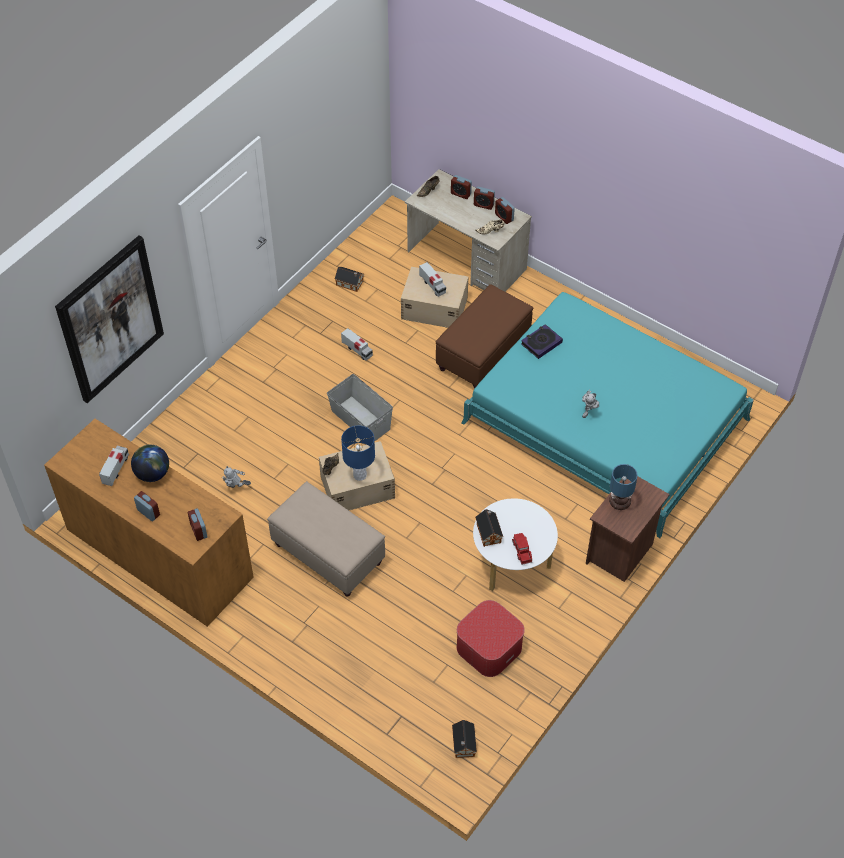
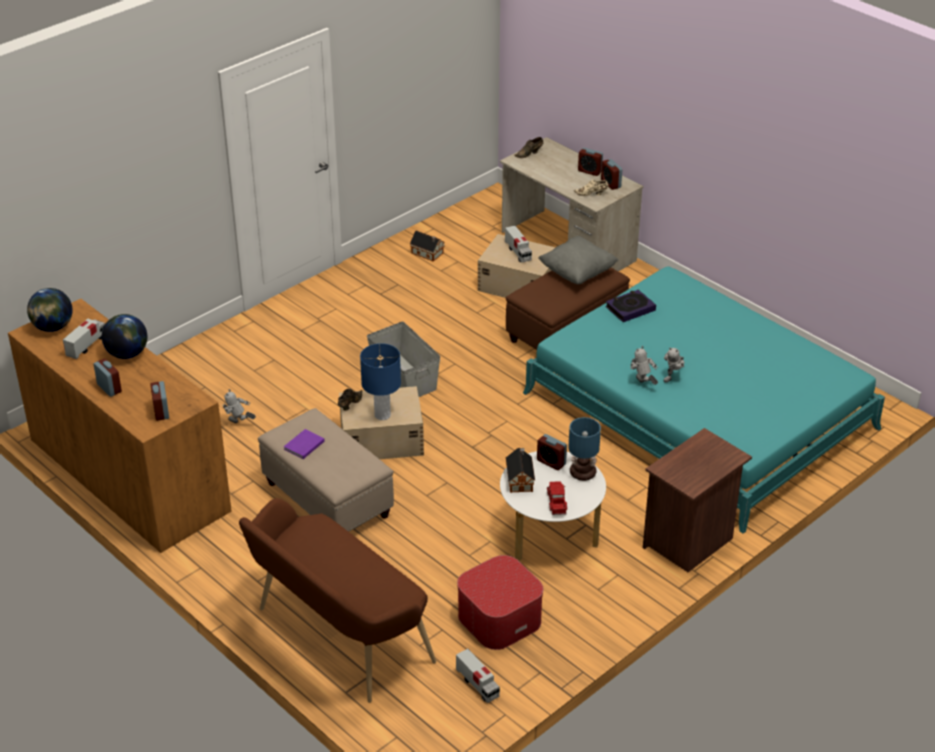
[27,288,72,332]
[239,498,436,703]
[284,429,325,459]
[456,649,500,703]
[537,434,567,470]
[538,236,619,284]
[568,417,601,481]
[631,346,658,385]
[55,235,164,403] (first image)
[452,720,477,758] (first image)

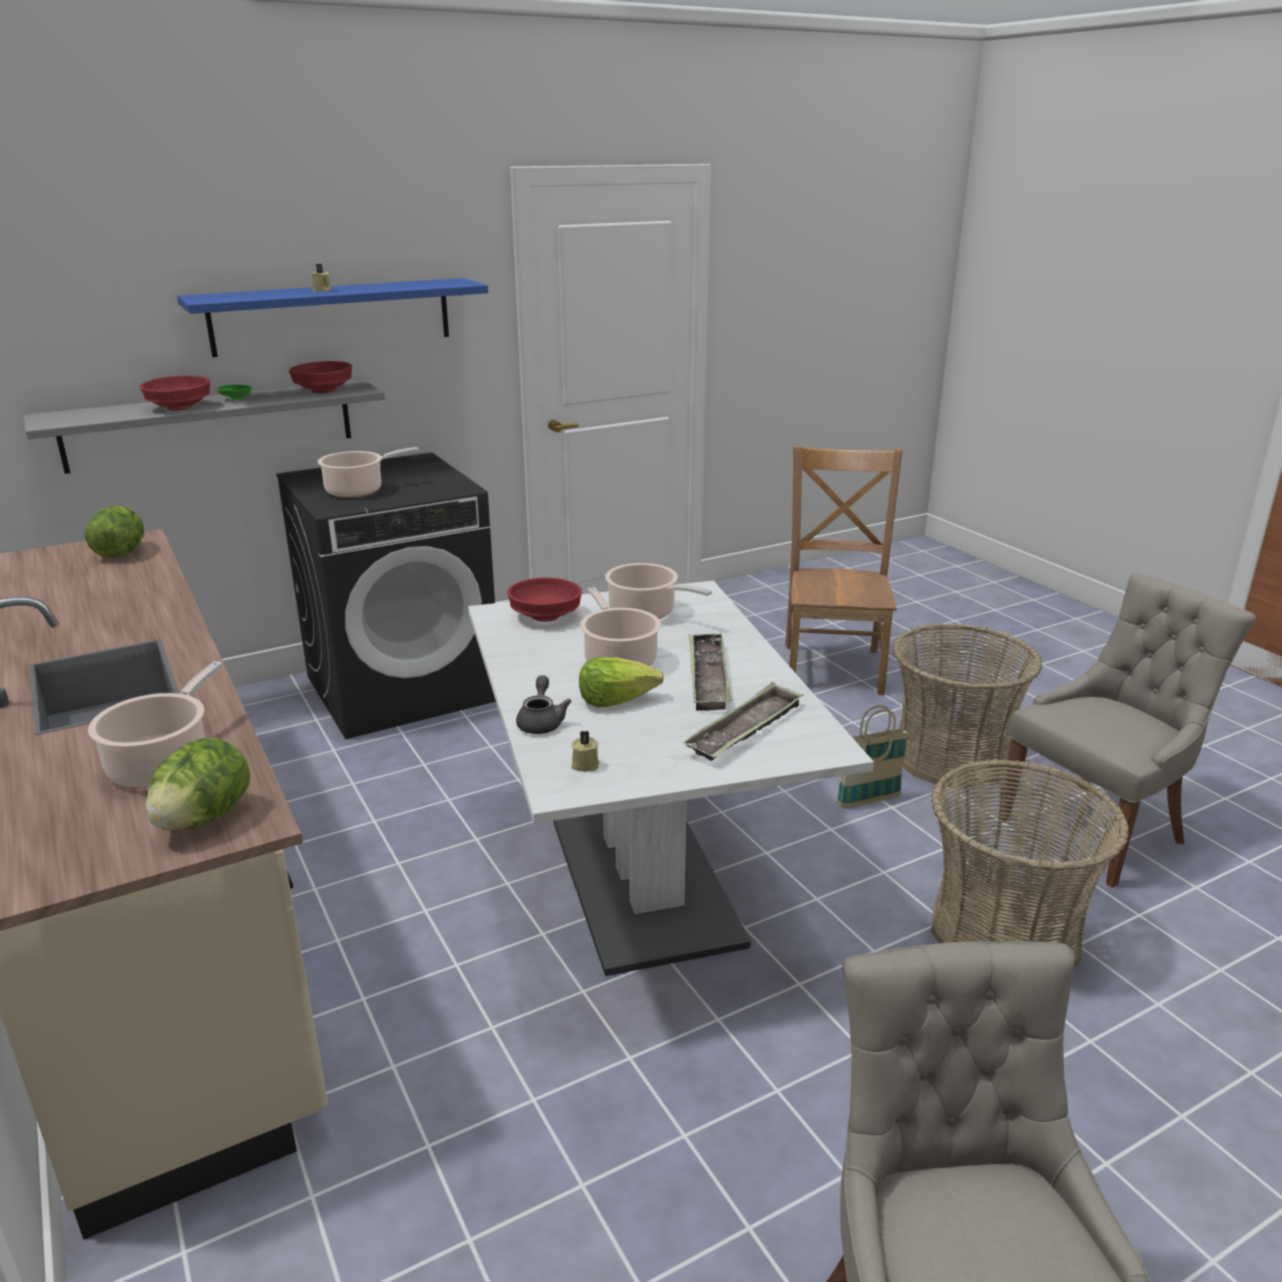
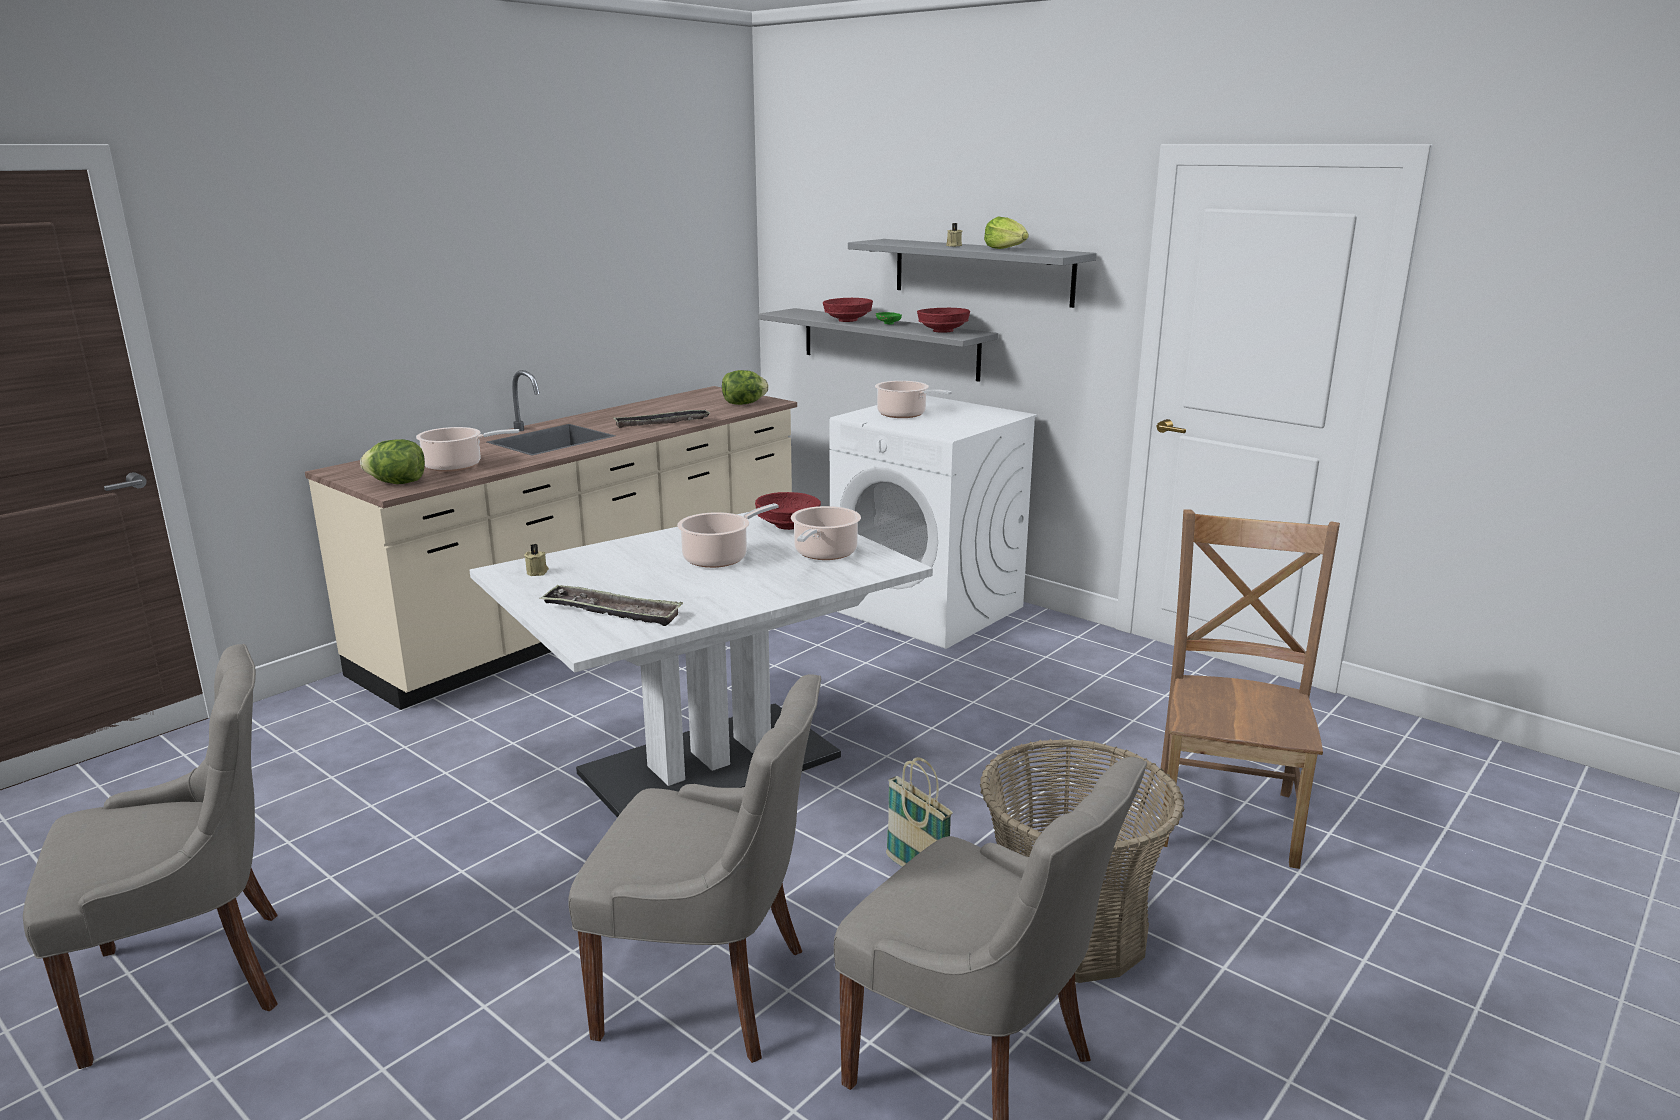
[568,674,821,1063]
[614,409,710,428]
[829,395,1038,649]
[848,239,1097,308]
[984,217,1029,249]
[1160,510,1340,869]
[516,675,572,734] (first image)

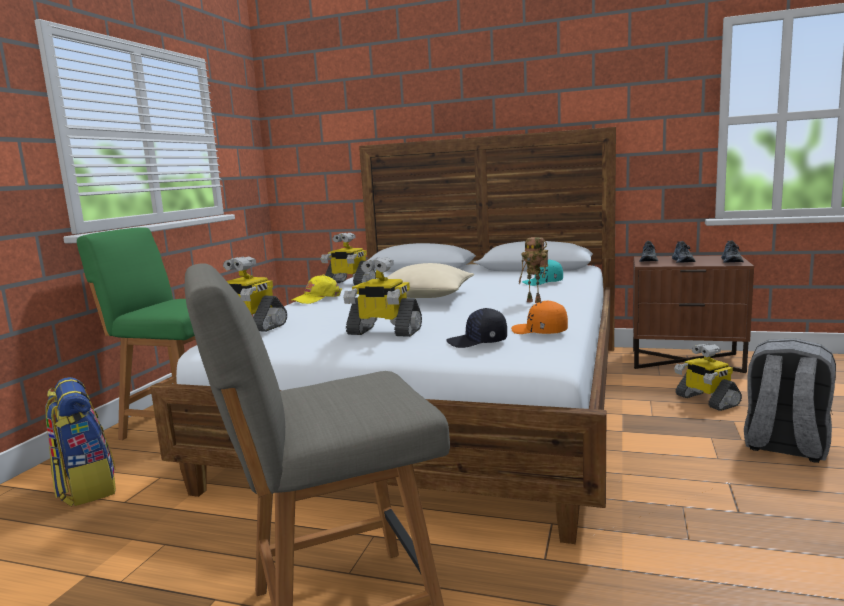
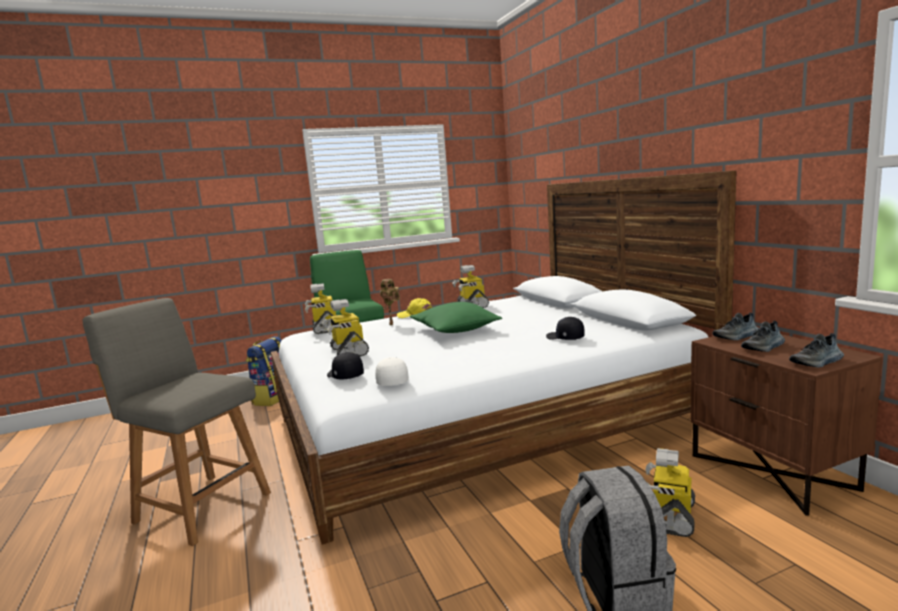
[375,357,409,386]
[380,279,400,325]
[410,302,502,333]
[546,317,585,340]

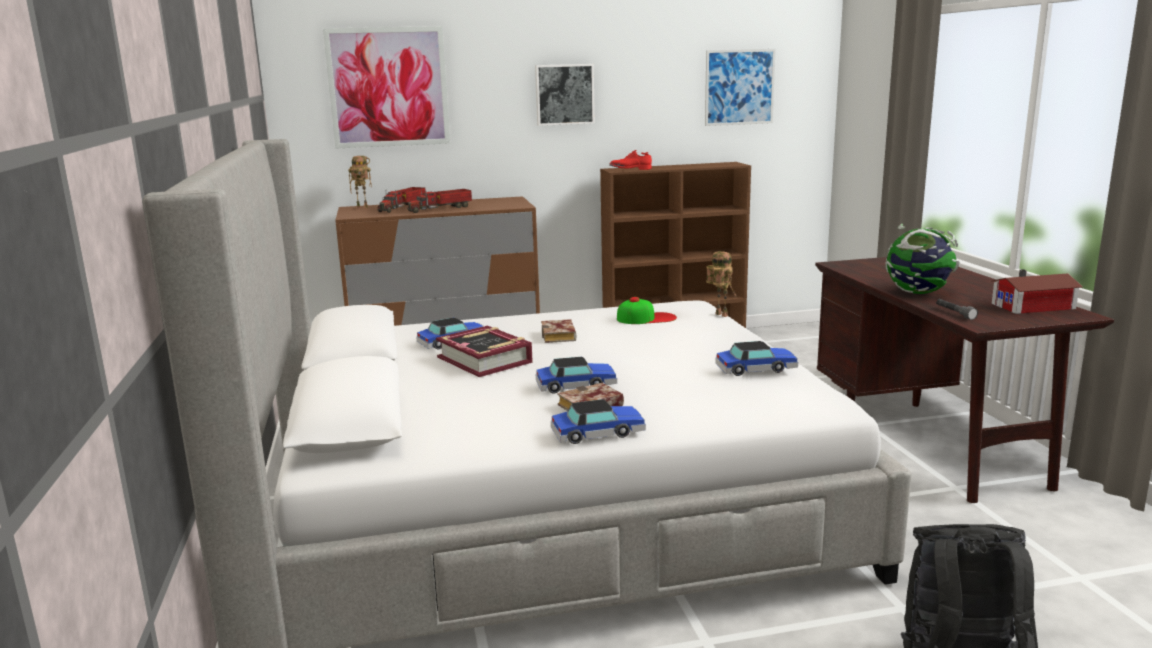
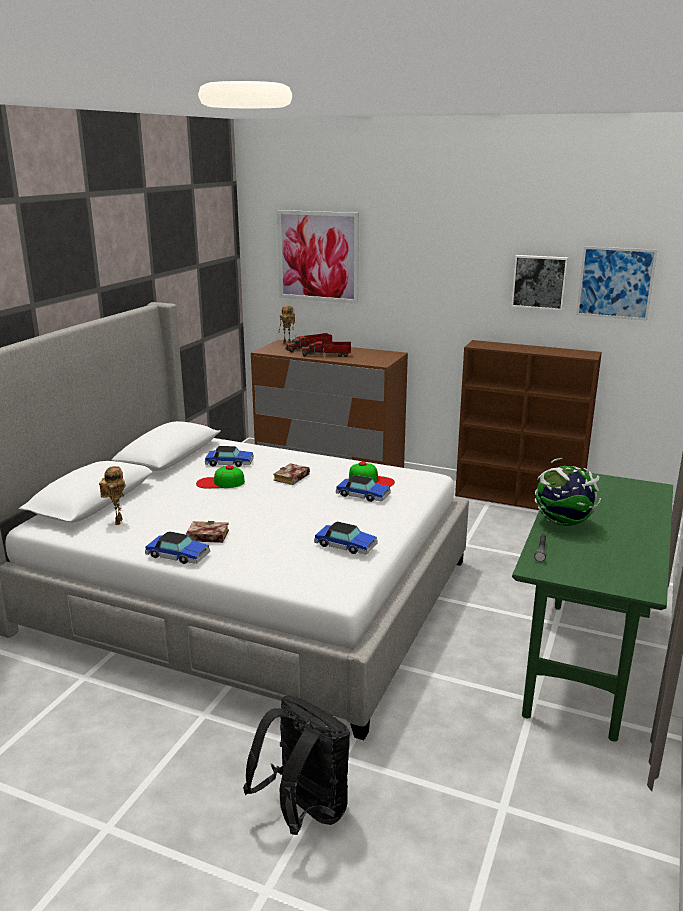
[99,466,125,525]
[196,465,245,489]
[336,475,391,502]
[511,255,569,310]
[512,472,673,742]
[609,150,652,170] (first image)
[991,269,1083,314] (first image)

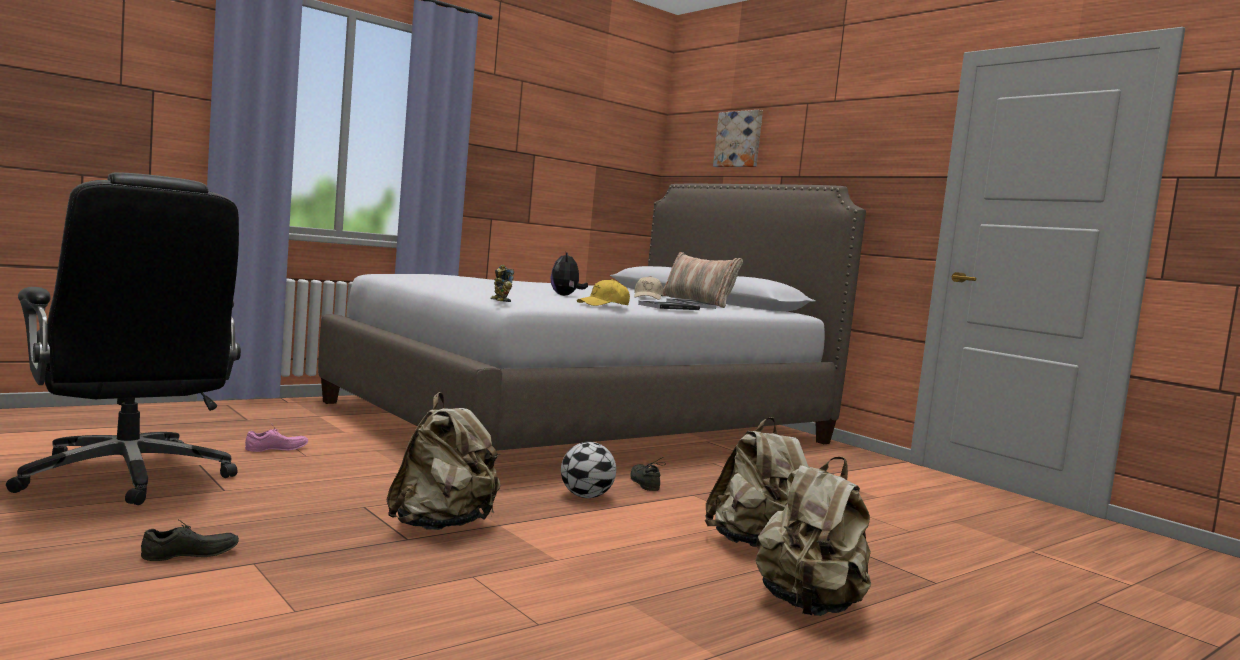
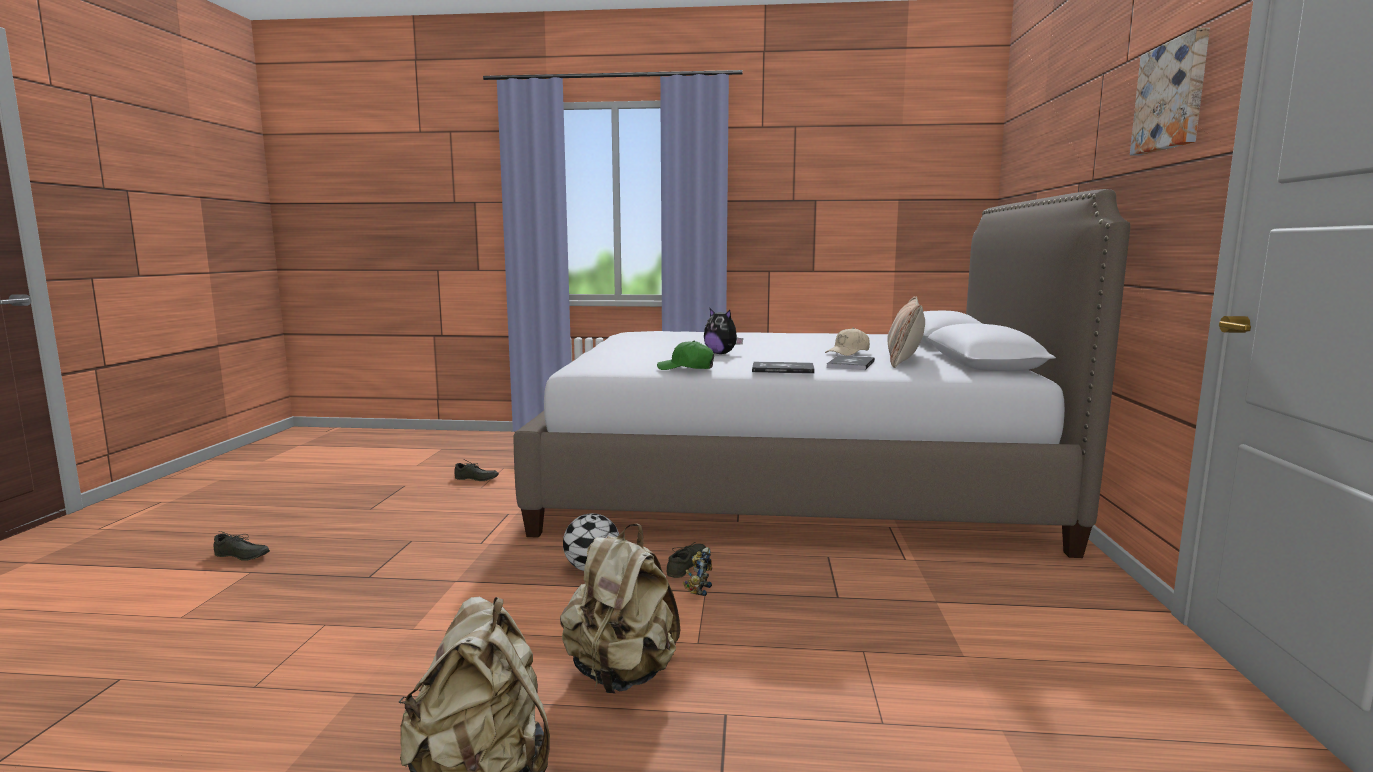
[454,459,499,481]
[657,340,714,370]
[683,547,712,596]
[704,309,743,354]
[1130,28,1210,155]
[6,172,241,505] (first image)
[387,392,501,530] (first image)

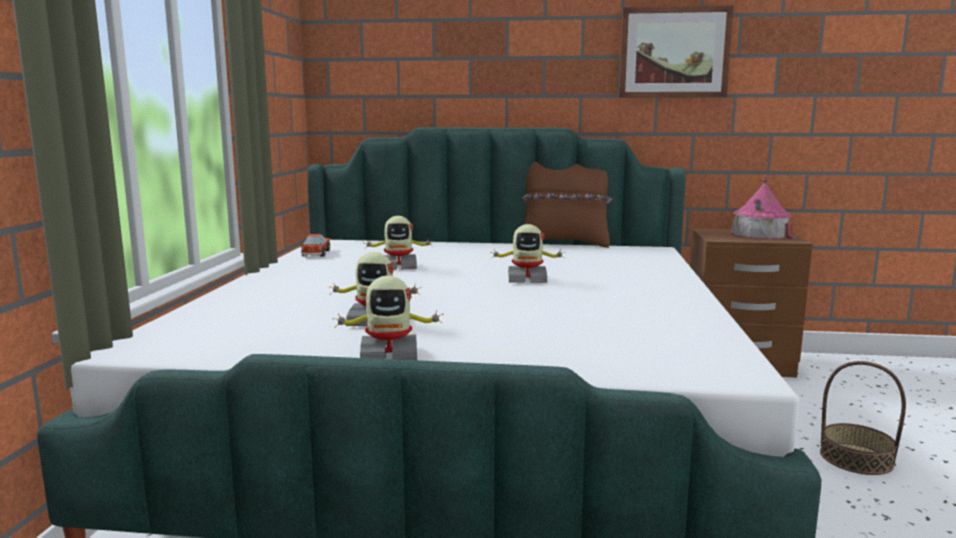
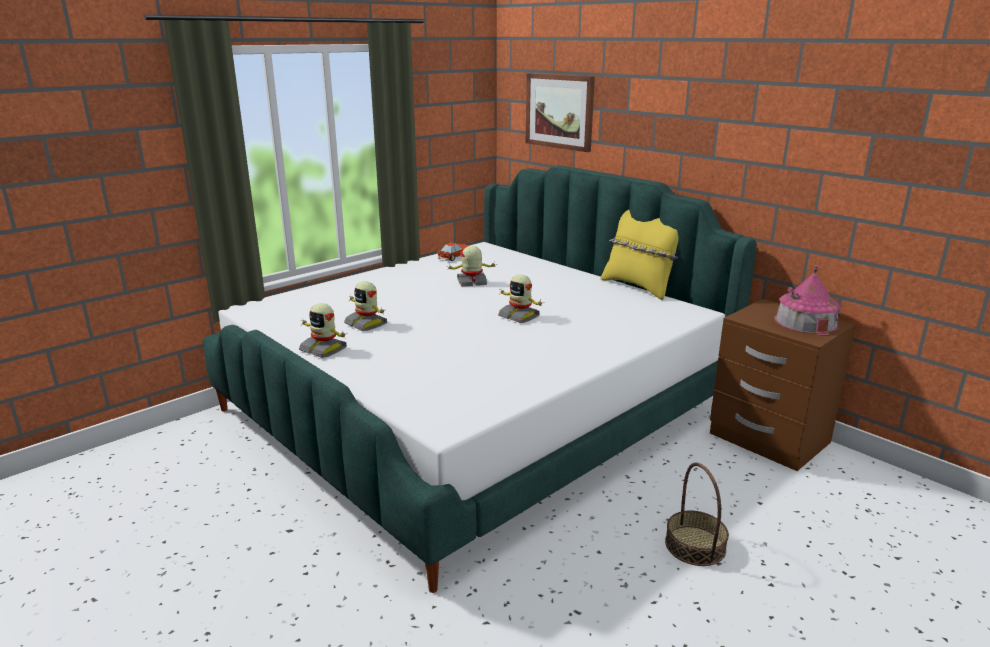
[447,246,497,287]
[526,73,595,152]
[601,210,678,300]

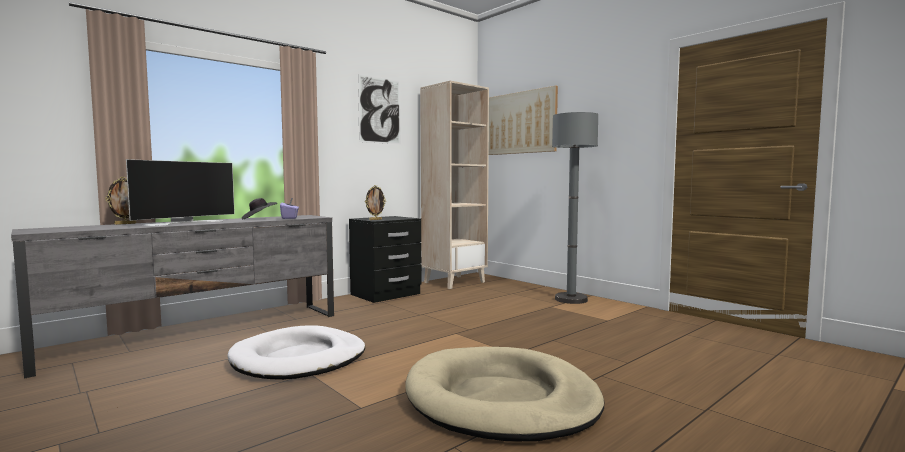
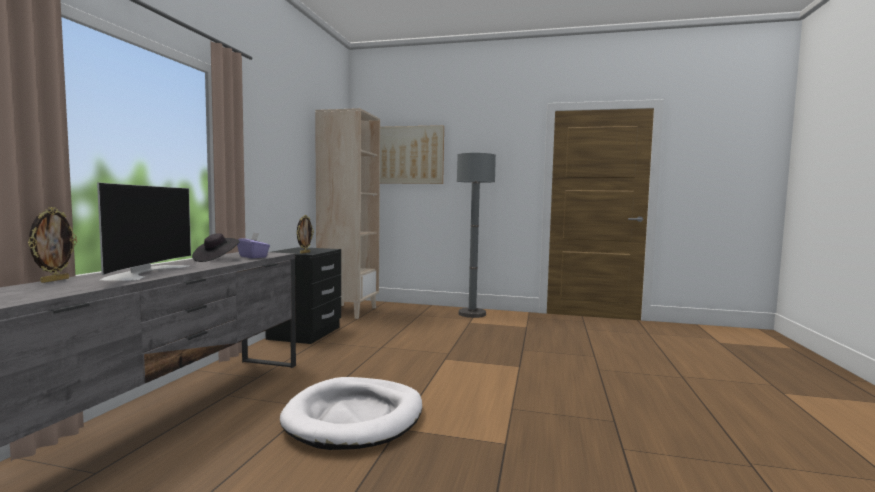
[358,73,400,144] (first image)
[405,347,604,442] (first image)

